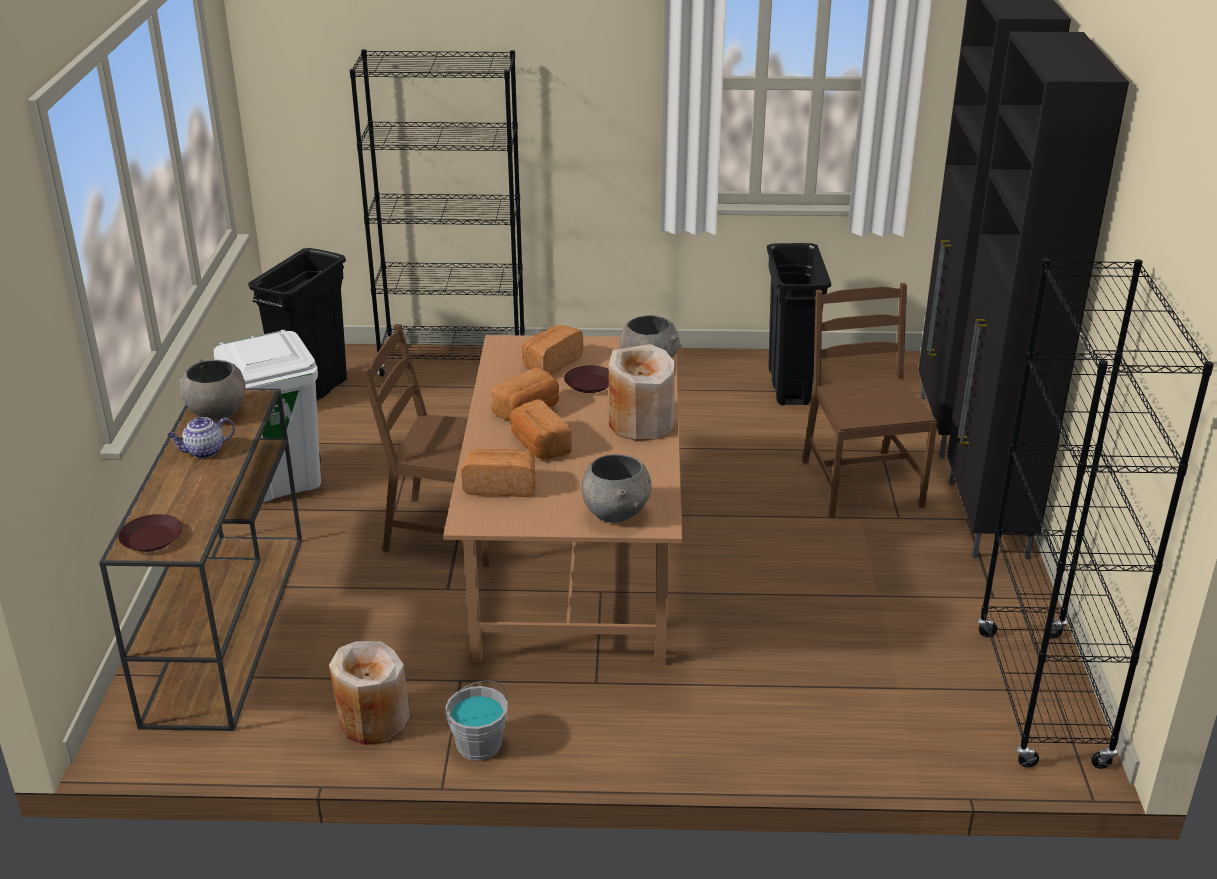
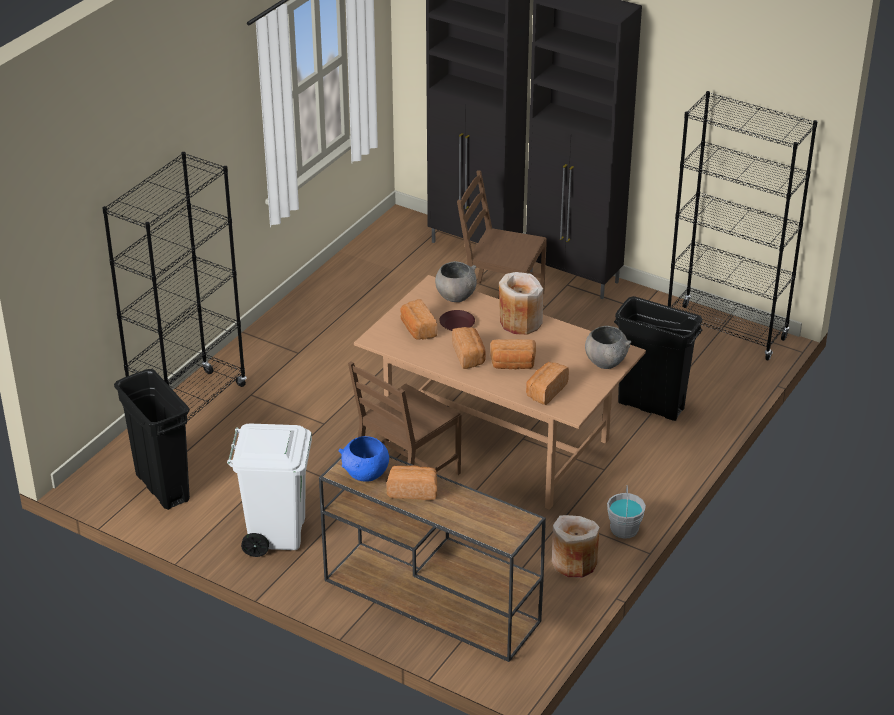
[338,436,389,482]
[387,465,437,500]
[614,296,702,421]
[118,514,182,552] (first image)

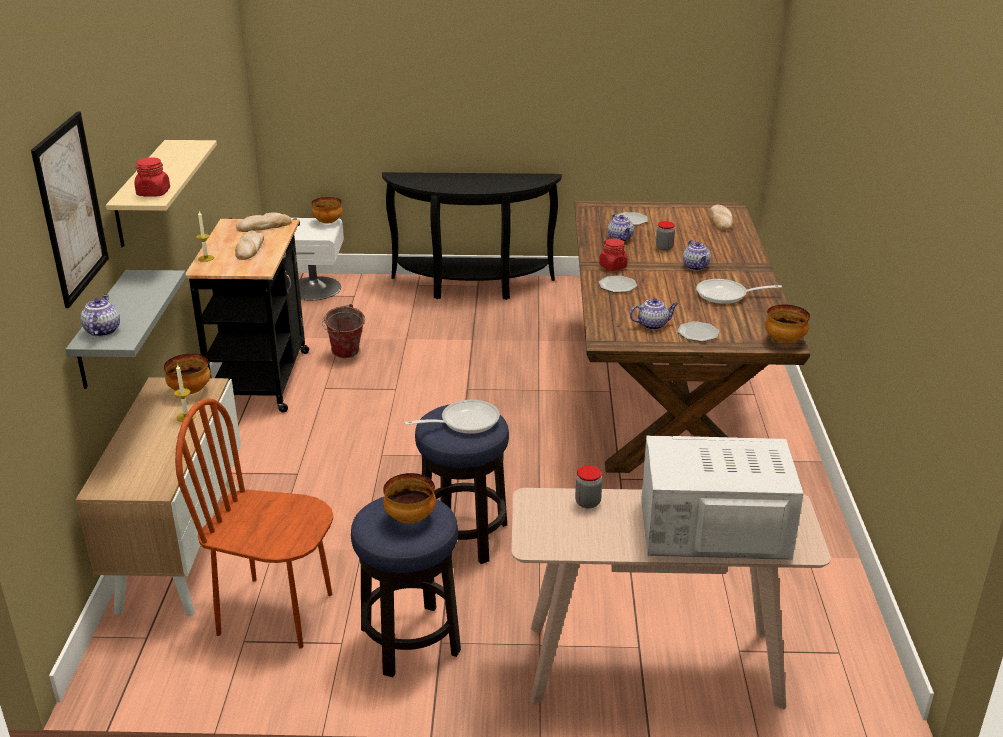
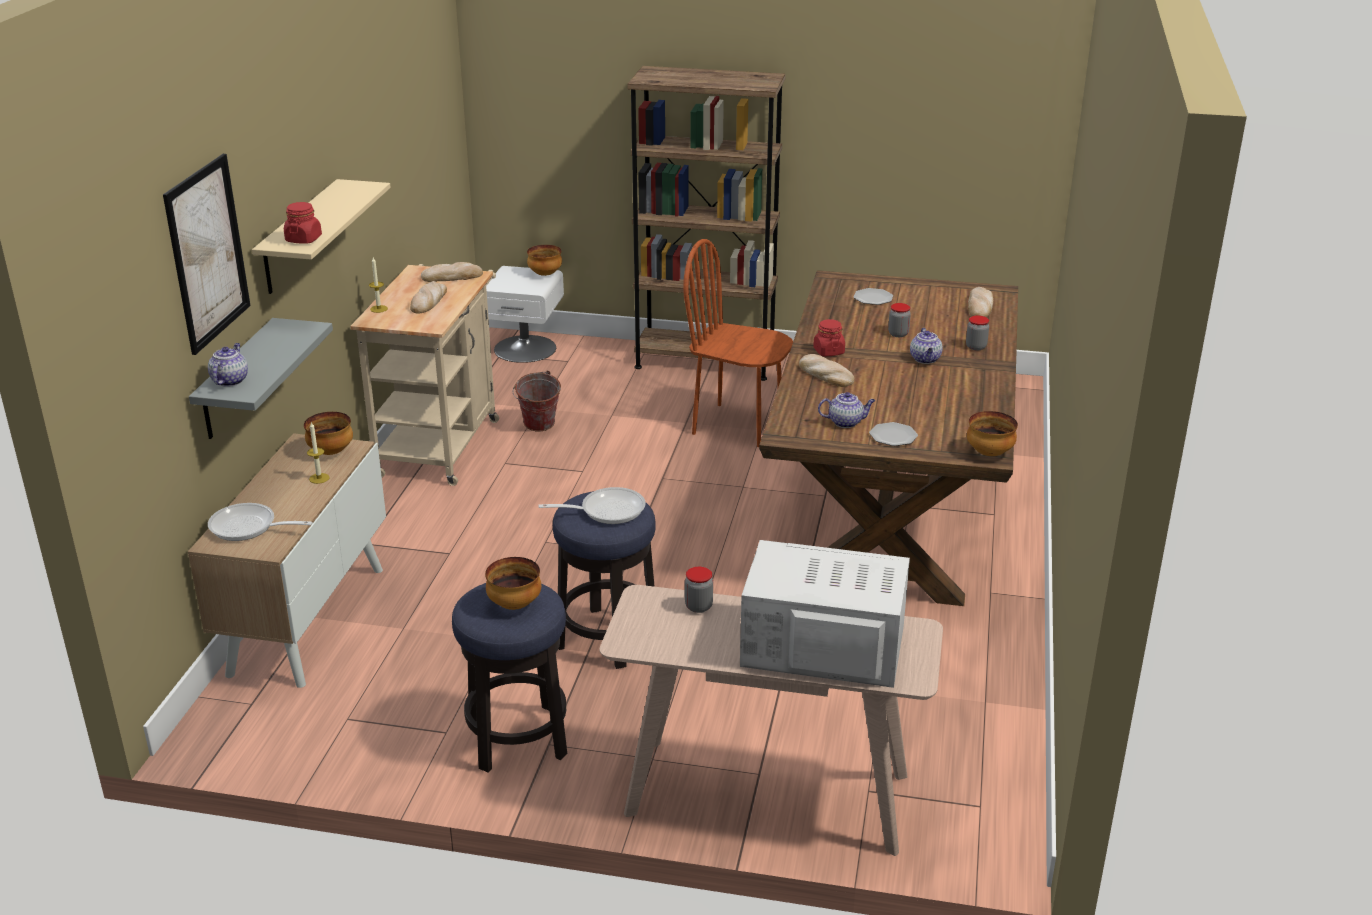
[208,503,313,541]
[350,264,499,486]
[627,66,786,381]
[683,239,793,447]
[799,354,855,387]
[966,315,989,350]
[608,213,634,242] (first image)

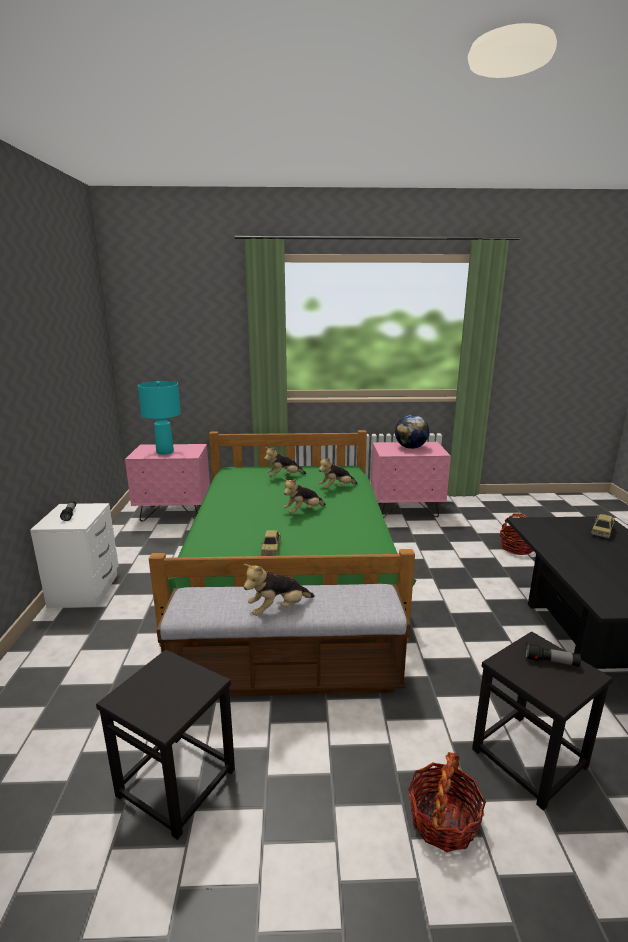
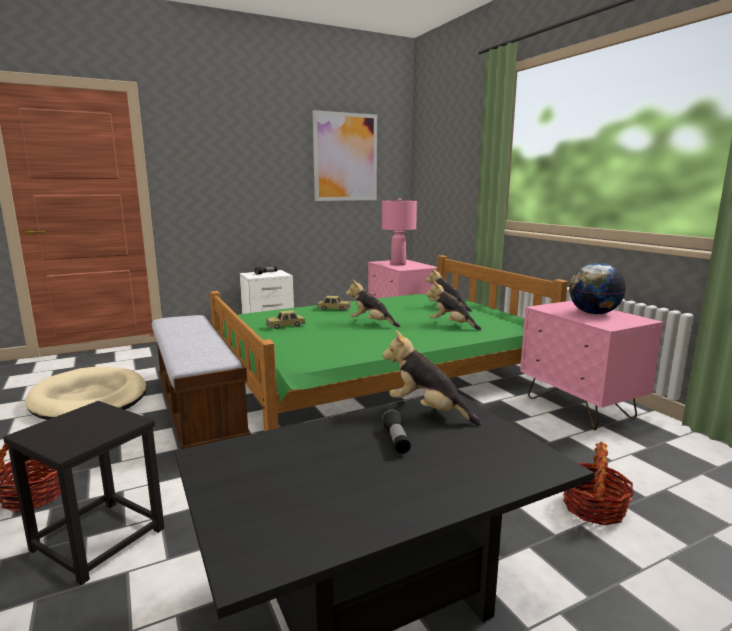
[25,367,147,420]
[312,110,377,201]
[317,296,351,311]
[382,198,417,266]
[382,330,482,425]
[382,410,411,454]

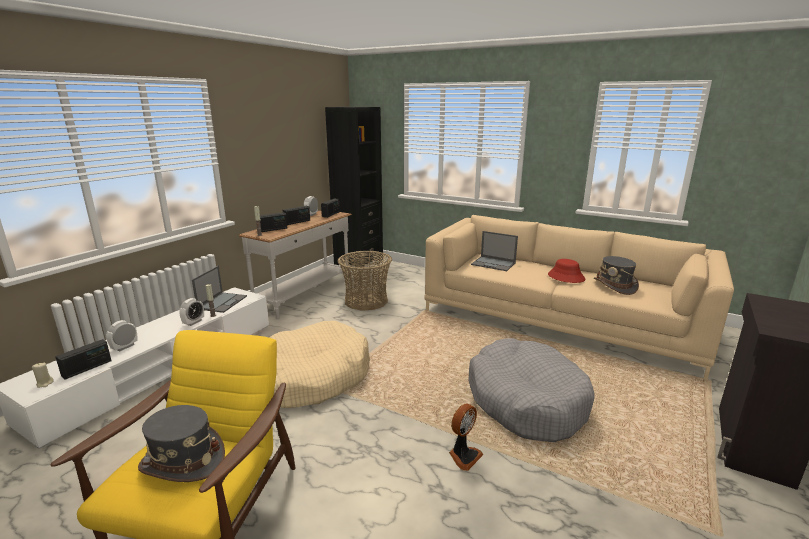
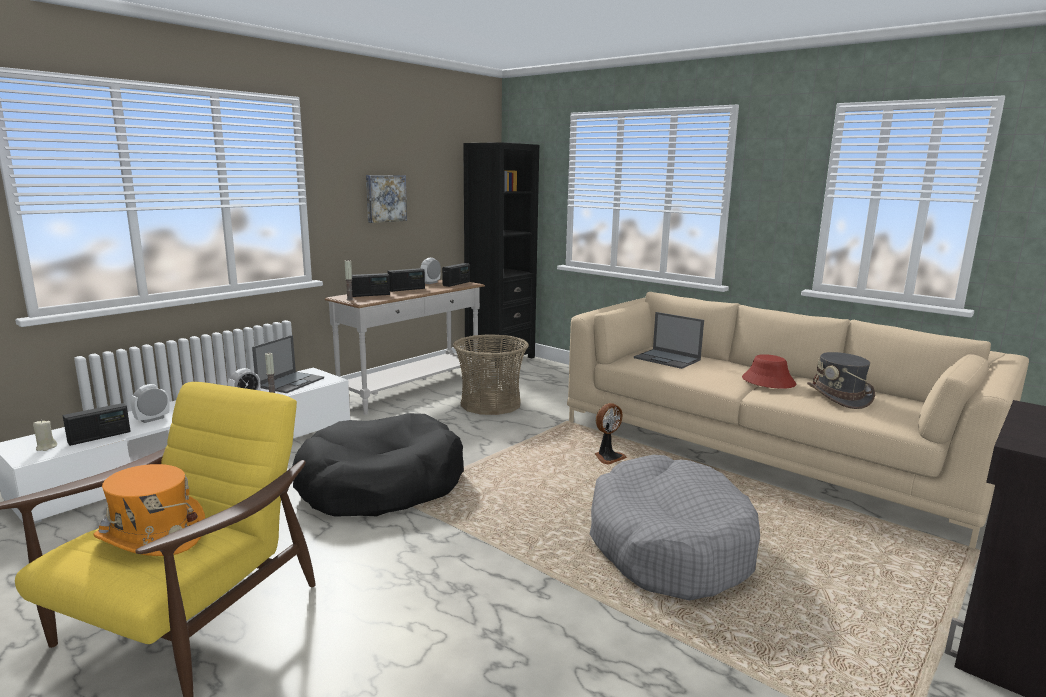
[94,464,205,556]
[292,413,464,516]
[366,175,407,223]
[595,403,627,465]

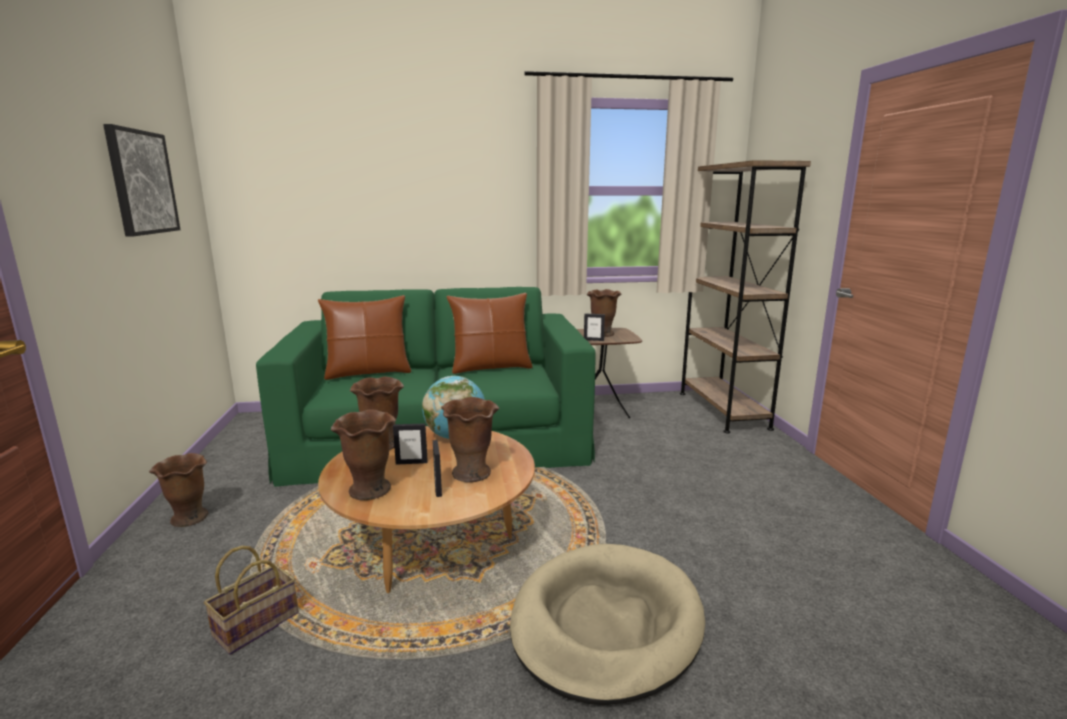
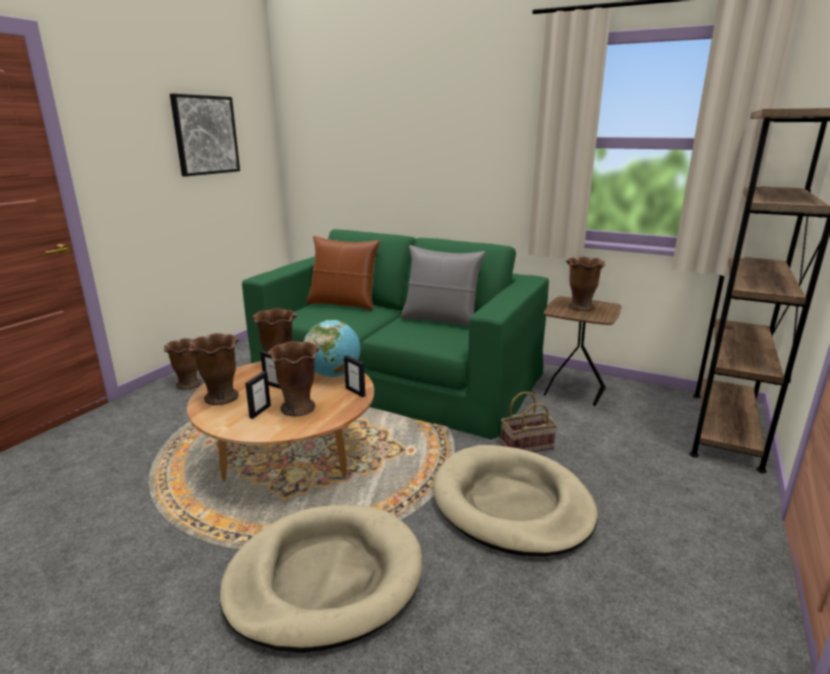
[344,355,365,397]
[400,245,486,327]
[433,445,598,556]
[500,392,557,452]

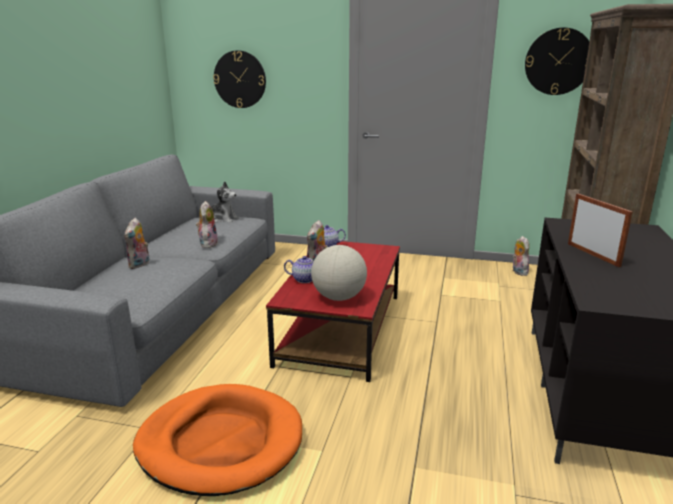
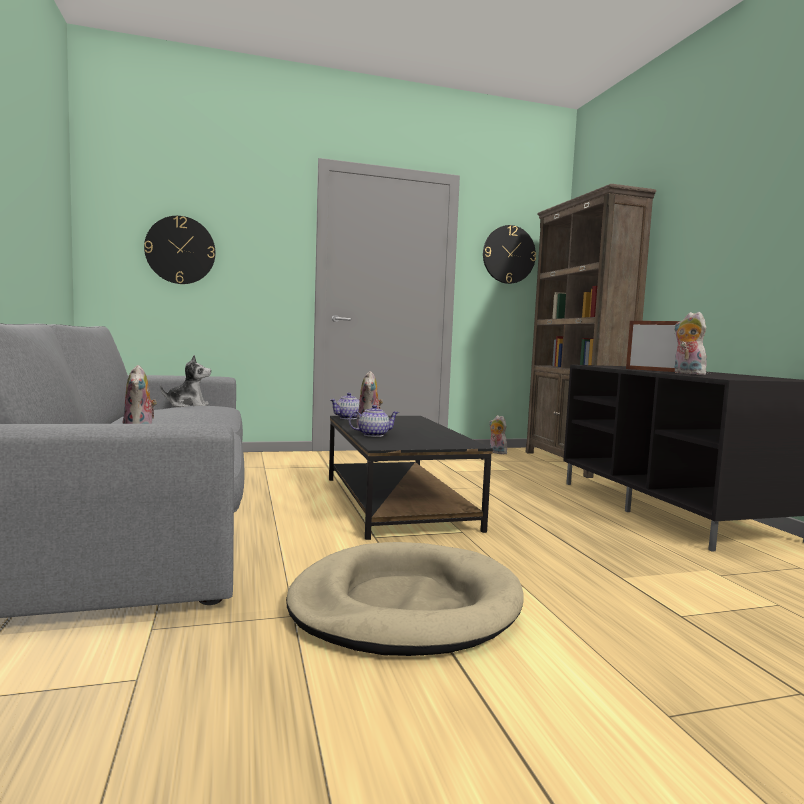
[286,542,523,656]
[329,416,493,540]
[674,312,707,375]
[311,245,367,301] (first image)

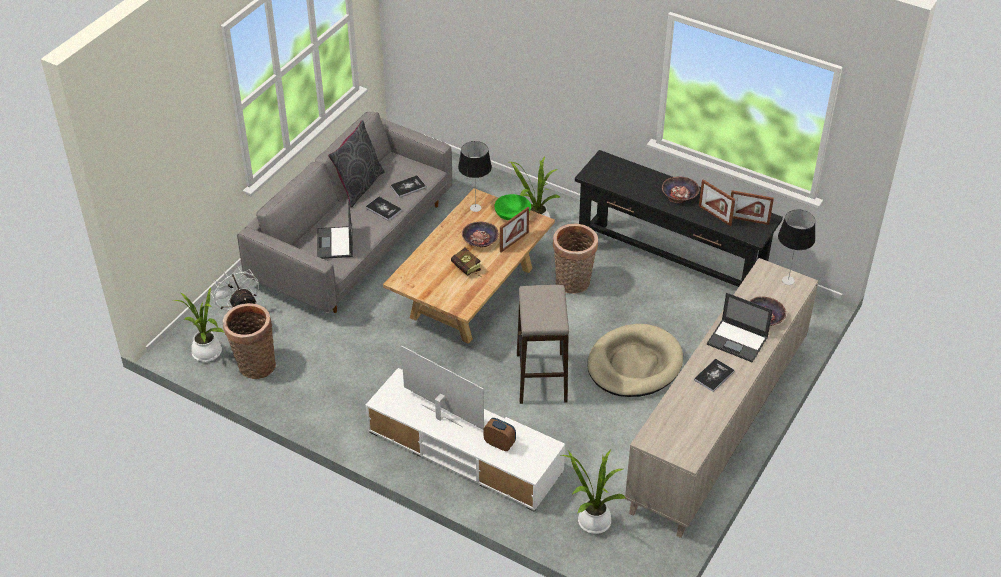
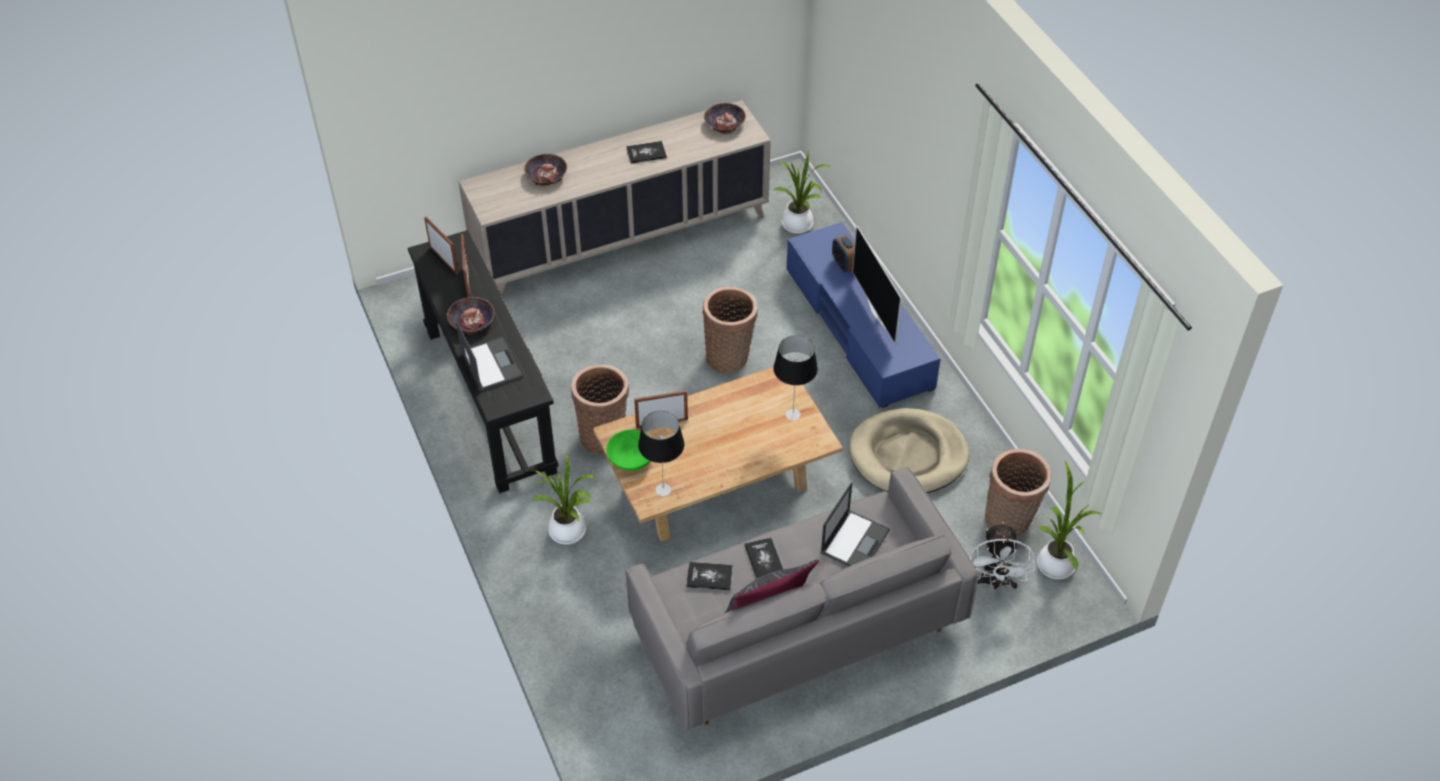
[456,320,523,391]
[702,286,758,373]
[704,103,746,134]
[773,335,818,420]
[786,222,941,408]
[849,408,969,493]
[451,247,482,278] (first image)

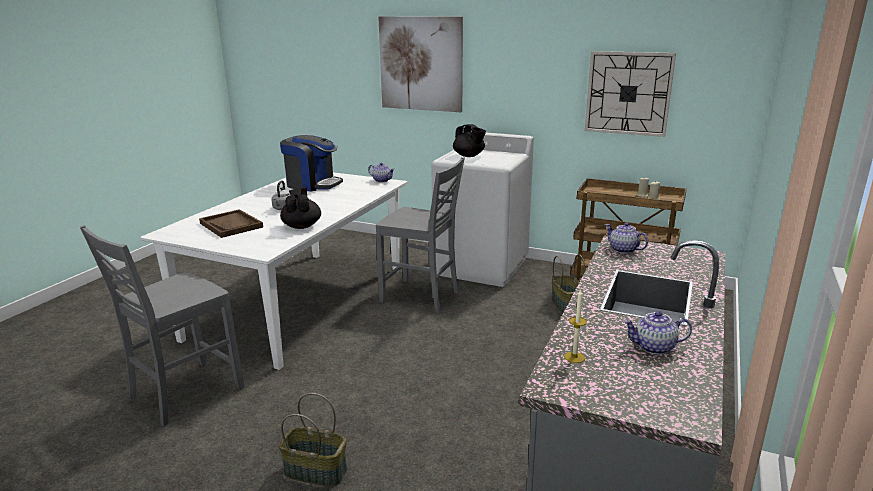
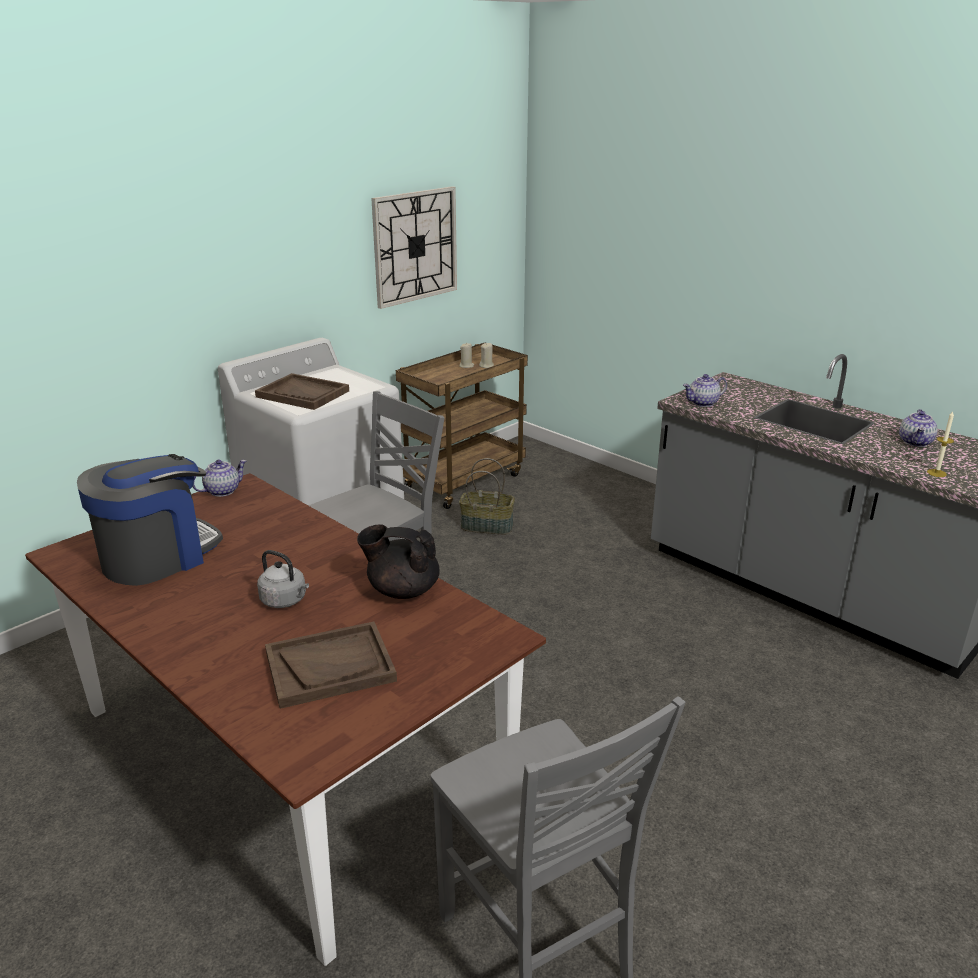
[25,473,546,966]
[255,373,349,410]
[279,393,347,486] (first image)
[378,16,463,112] (first image)

